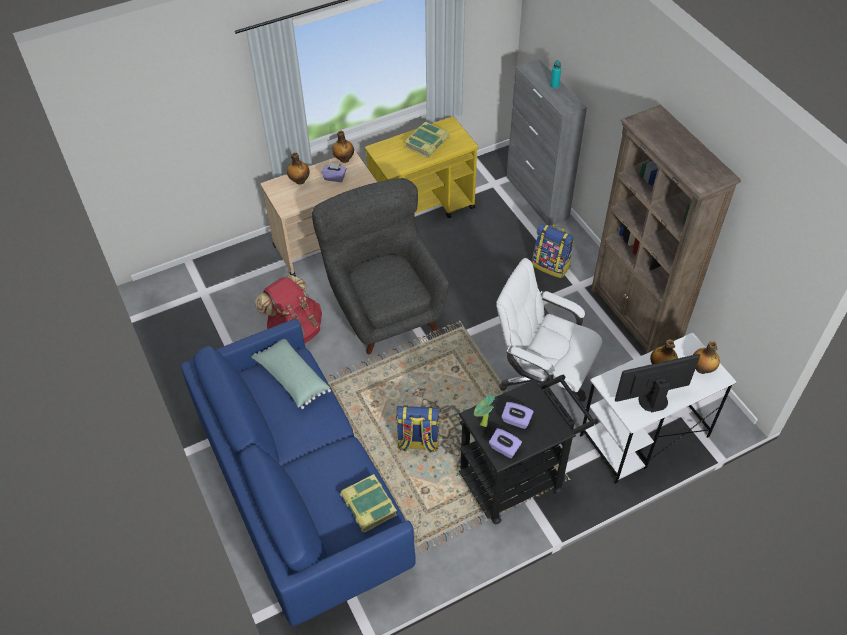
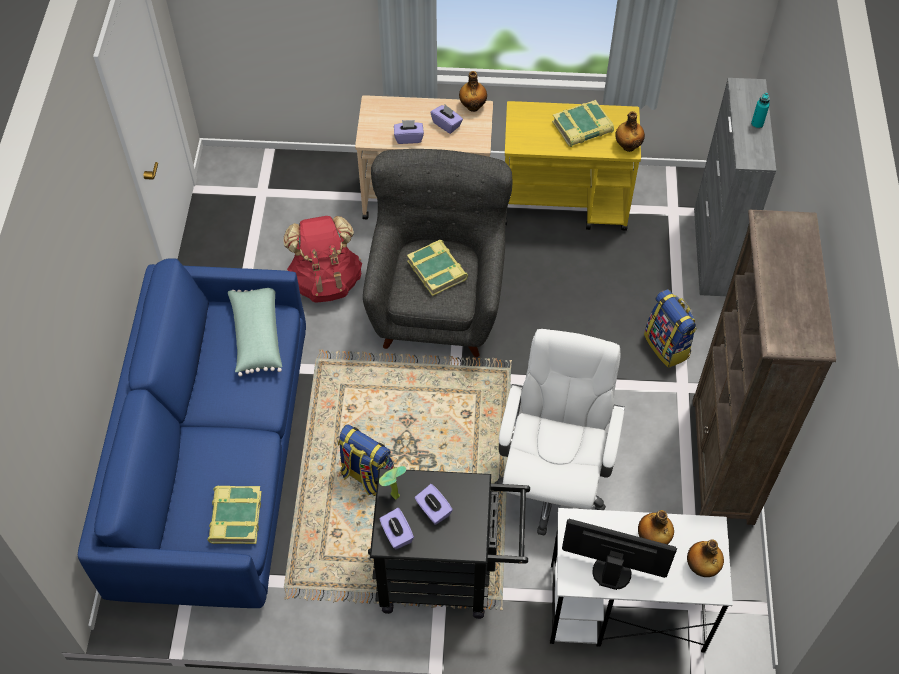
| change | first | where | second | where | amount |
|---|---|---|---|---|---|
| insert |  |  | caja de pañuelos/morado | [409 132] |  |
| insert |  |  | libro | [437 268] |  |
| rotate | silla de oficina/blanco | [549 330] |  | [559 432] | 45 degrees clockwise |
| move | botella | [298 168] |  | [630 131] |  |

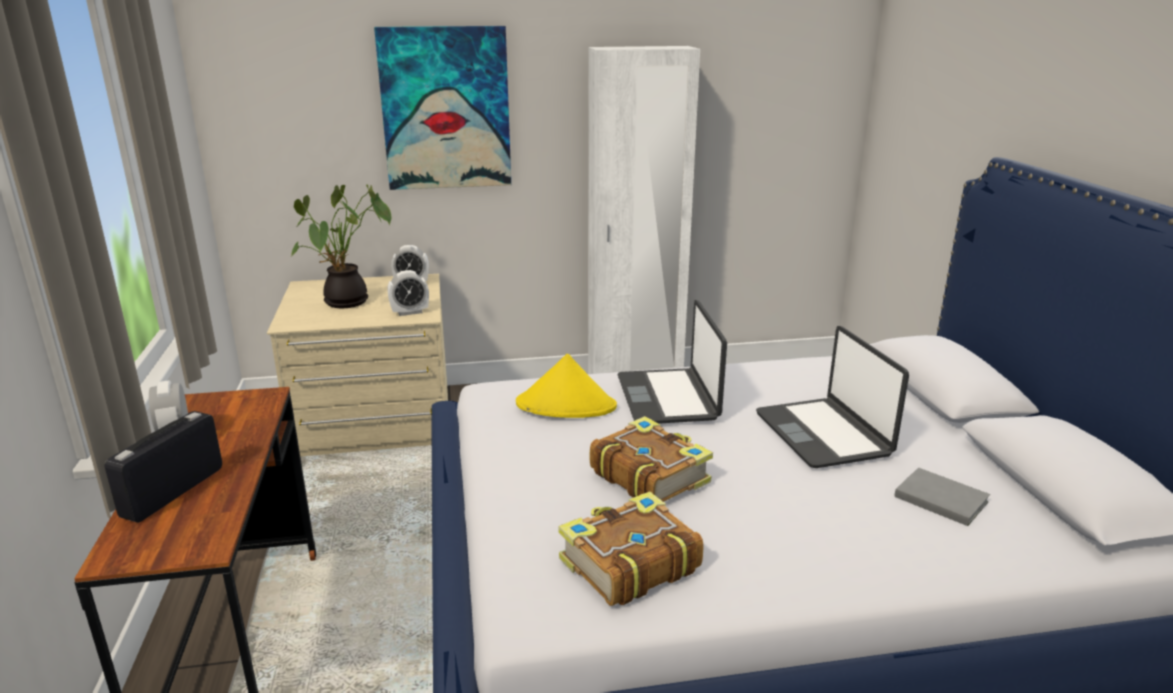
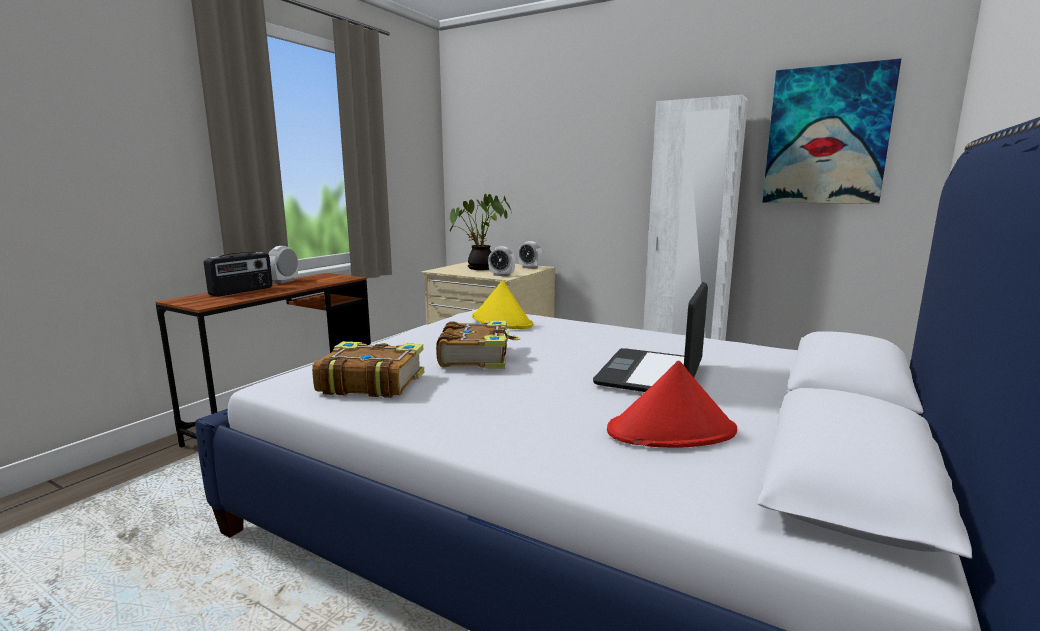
| change | first | where | second | where | amount |
|---|---|---|---|---|---|
| rotate | radio | [163 467] |  | [238 274] | 150 degrees clockwise |
| replace | libro/gris | [942 496] | sombrero/rojo | [672 404] |  |
| move | cuadro | [442 108] |  | [832 131] |  |
| delete | portátil | [672 362] |  |  |  |

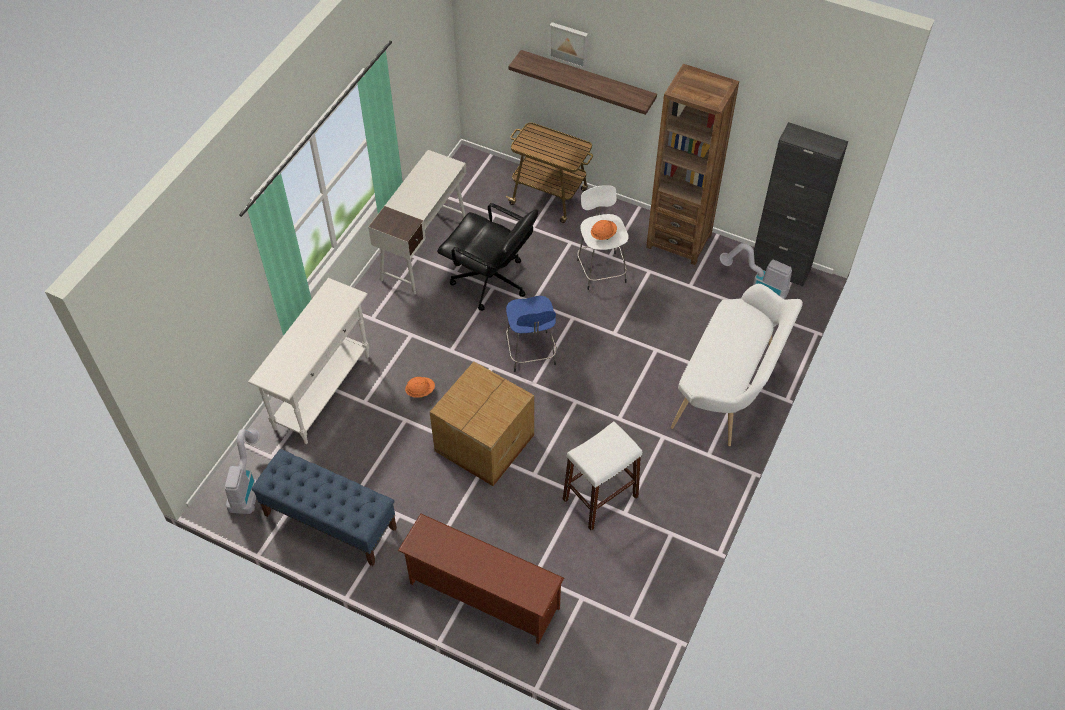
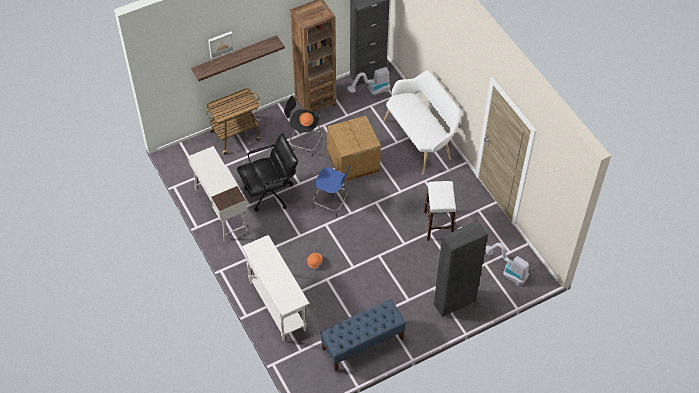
| change | first | where | second | where | amount |
|---|---|---|---|---|---|
| recolor | taburete/blanco | [602 237] | taburete/negro | [303 126] |  |
| move | caja de cartón | [482 424] |  | [354 148] |  |
| replace | zapatero/marrón | [481 579] | armario/negro | [461 268] |  |
| move | aspiradora | [242 471] |  | [507 264] |  |

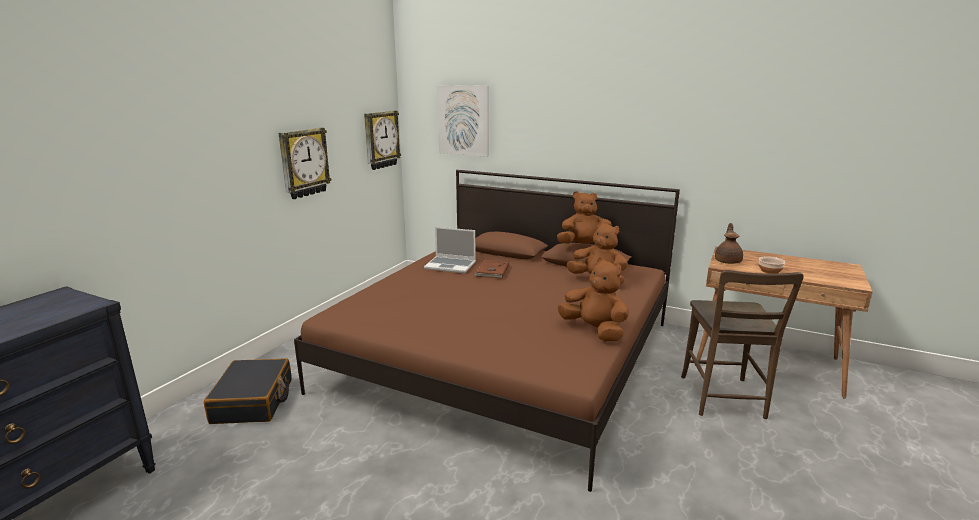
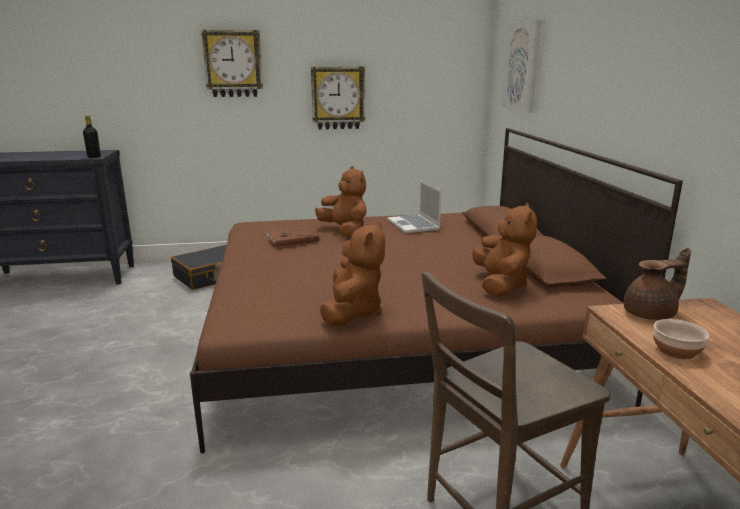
| change | first | where | second | where | amount |
|---|---|---|---|---|---|
| insert |  |  | botella/negro | [92 137] |  |
| move | reloj de pared | [382 140] |  | [232 63] |  |
| move | libro/marrón | [491 269] |  | [293 237] |  |
| move | peluche/marrón | [584 217] |  | [341 201] |  |

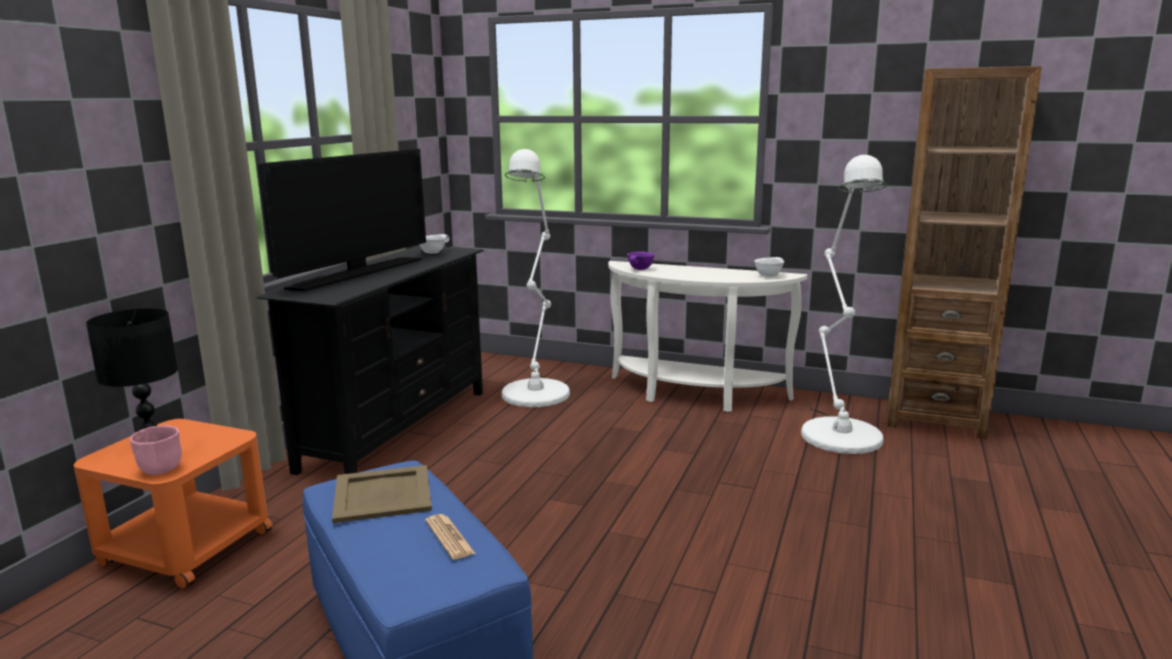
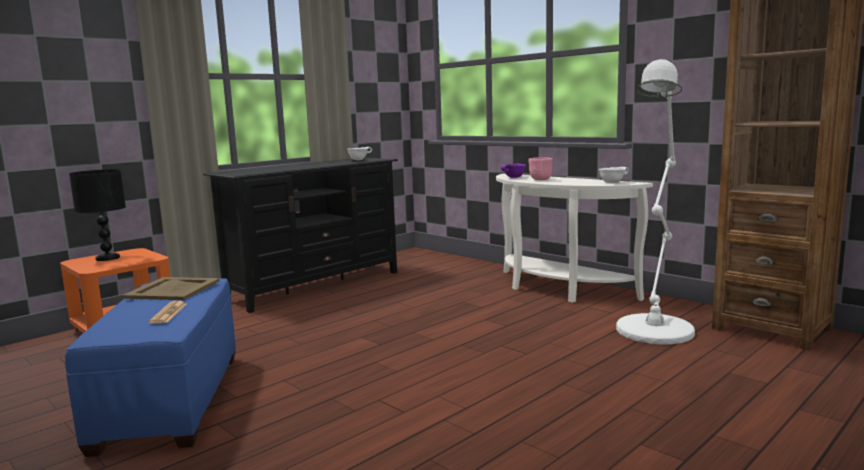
| change | first | where | second | where | amount |
|---|---|---|---|---|---|
| move | cuenco/rosa | [156 450] |  | [541 168] |  |
| delete | televisor | [342 220] |  |  |  |
| delete | lámpara de pie/blanco | [536 278] |  |  |  |

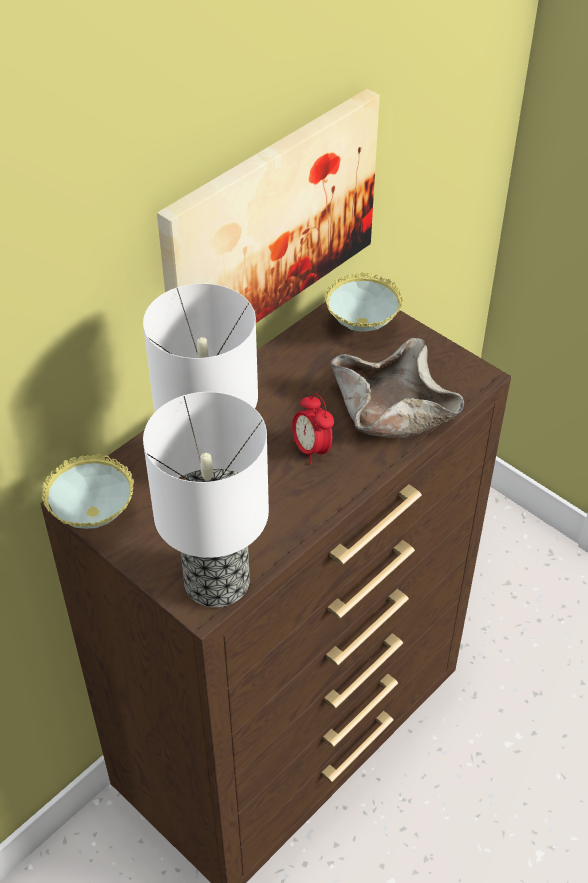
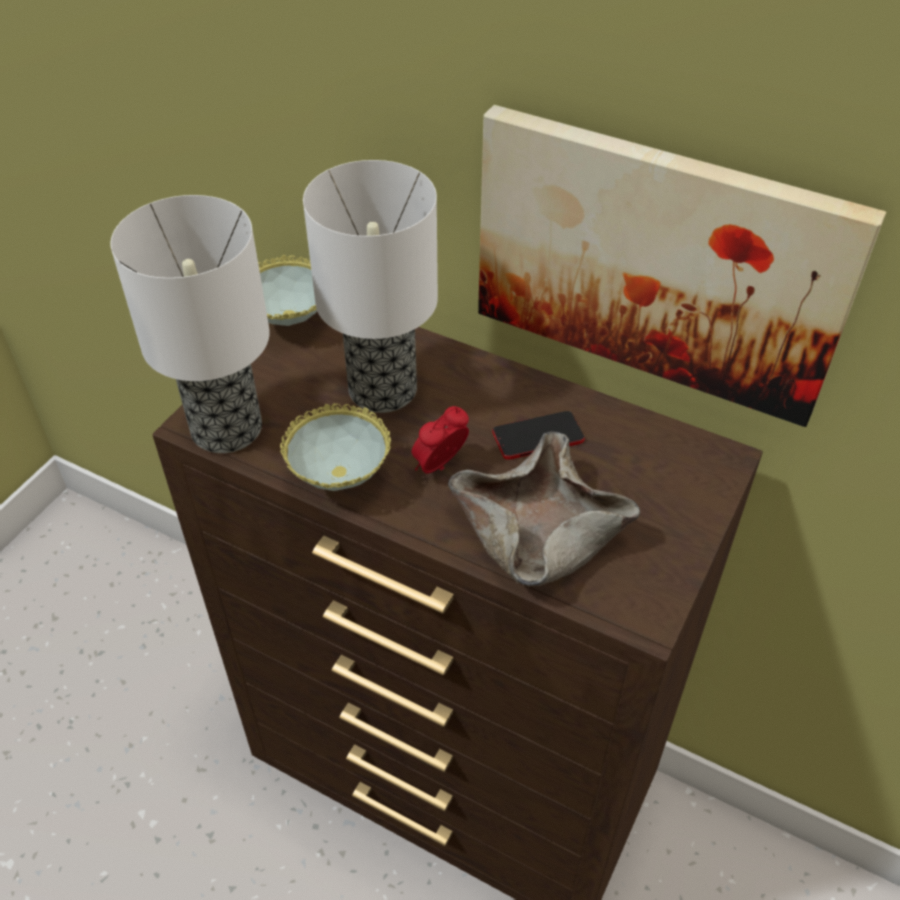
| change | first | where | second | where | amount |
|---|---|---|---|---|---|
| move | cuenco | [364 302] |  | [335 447] |  |
| insert |  |  | móvil | [538 435] |  |

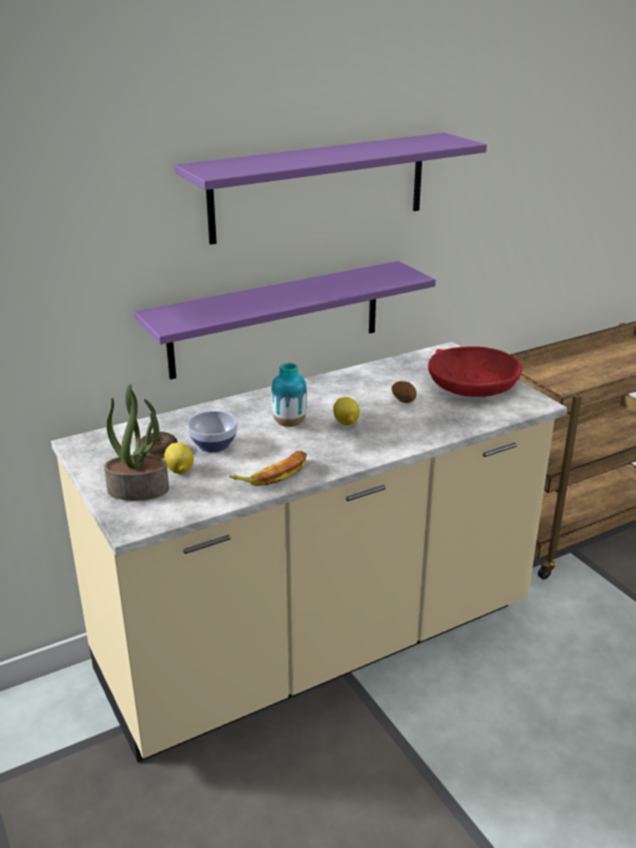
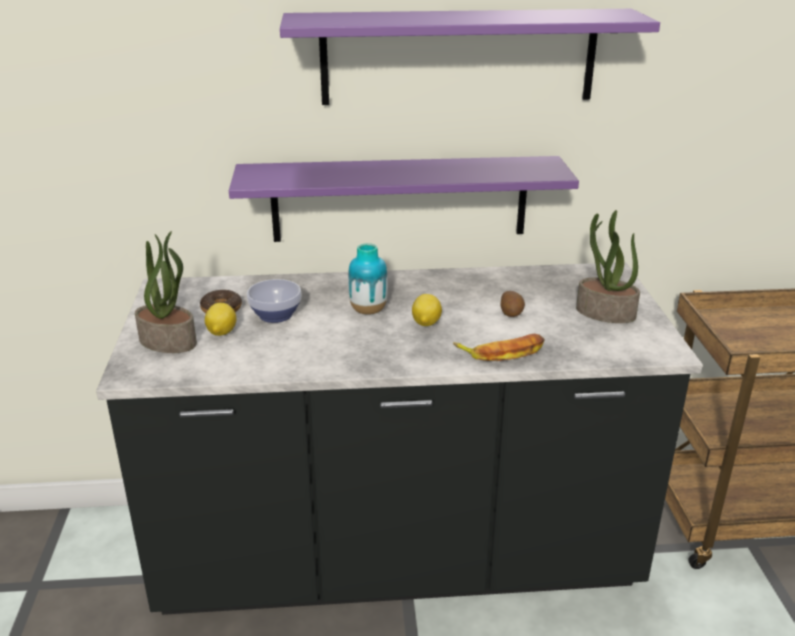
| change | first | where | second | where | amount |
|---|---|---|---|---|---|
| recolor | mueble bajo de cocina/beis | [309 552] | mueble bajo de cocina/negro | [399 438] |  |
| move | plátano | [268 468] |  | [499 347] |  |
| replace | cuenco/rojo | [475 371] | planta en maceta | [608 266] |  |

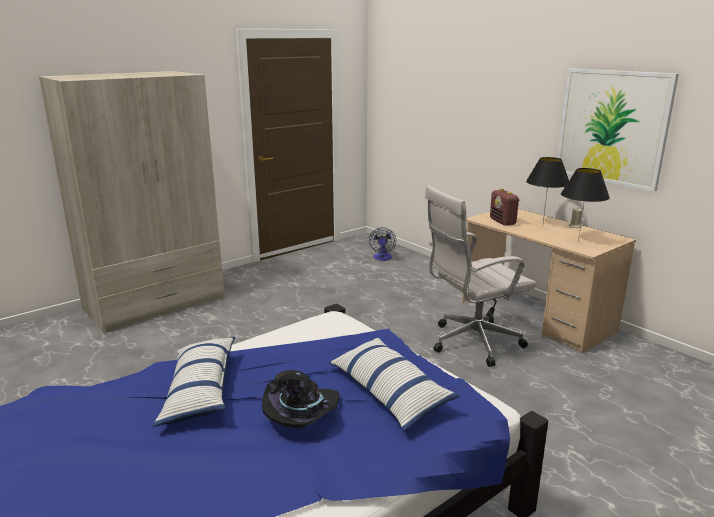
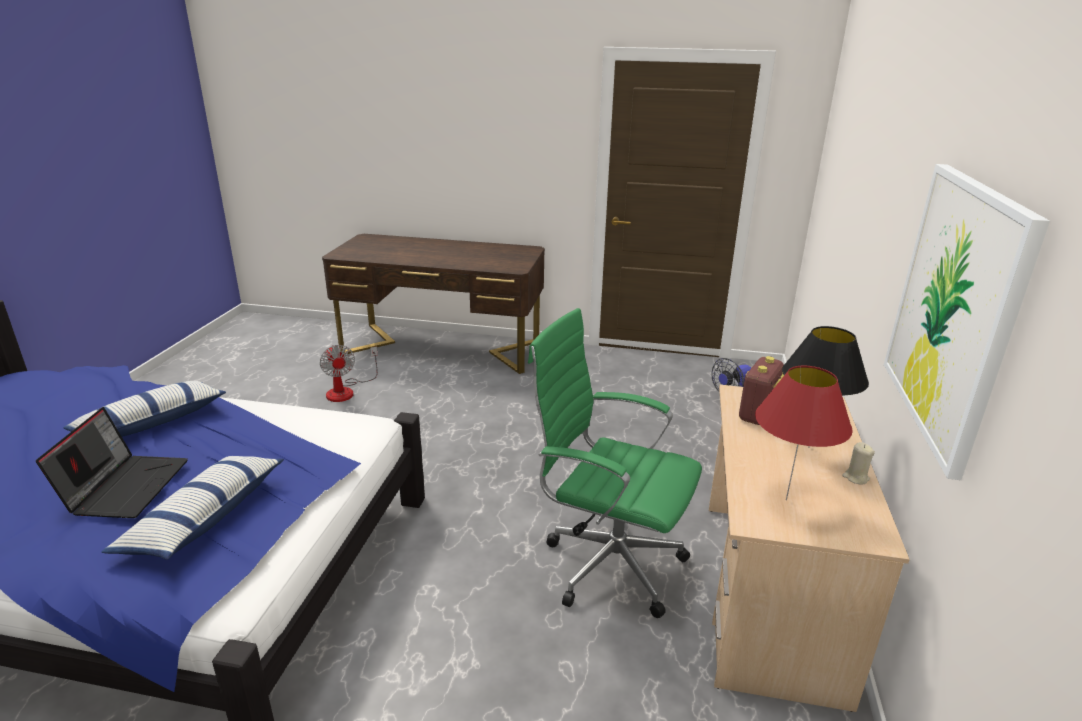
| change | first | where | second | where | amount |
|---|---|---|---|---|---|
| replace | sombrero/negro | [301 399] | portátil | [112 462] |  |
| insert |  |  | ventilador | [349 373] |  |
| replace | armario ropero/beis | [131 202] | escritorio/marrón | [433 304] |  |
| recolor | silla de oficina/blanco | [481 276] | silla de oficina/verde | [615 463] |  |
| recolor | lámpara de mesa/negro | [585 204] | lámpara de mesa/rojo | [804 433] |  |

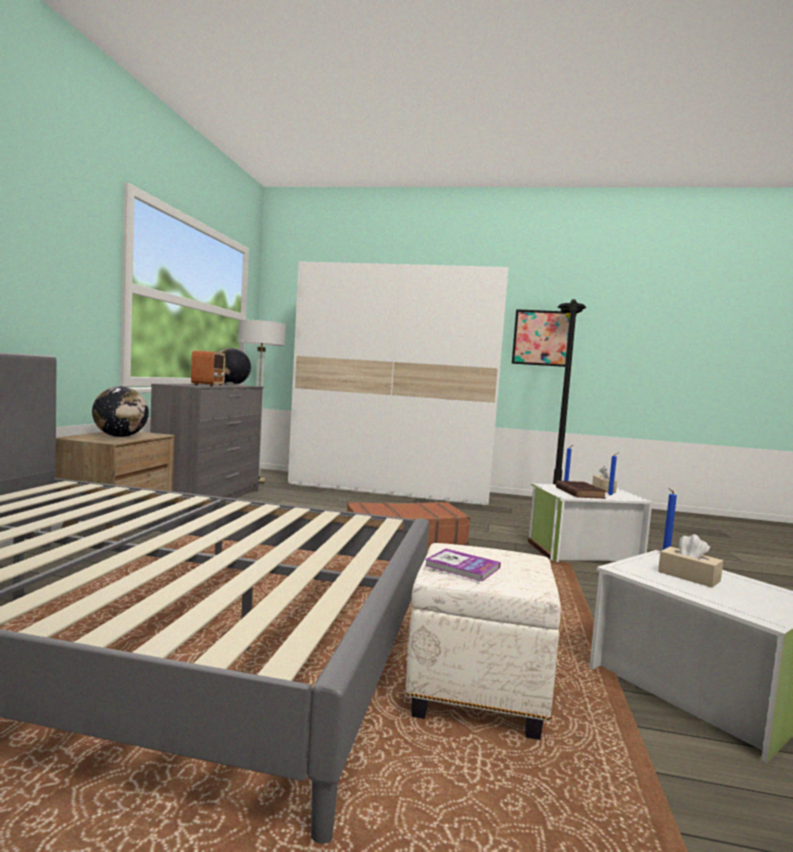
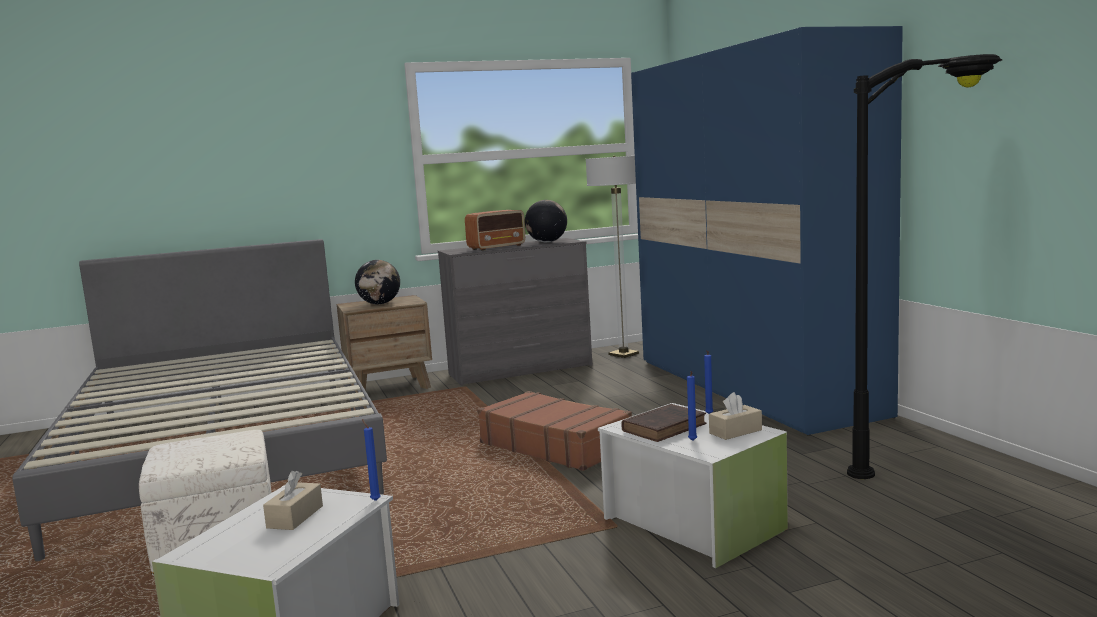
| change | first | where | second | where | amount |
|---|---|---|---|---|---|
| recolor | armario ropero/blanco | [398 383] | armario ropero/azul | [767 231] |  |
| delete | libro | [463 565] |  |  |  |
| delete | cuadro | [541 338] |  |  |  |

